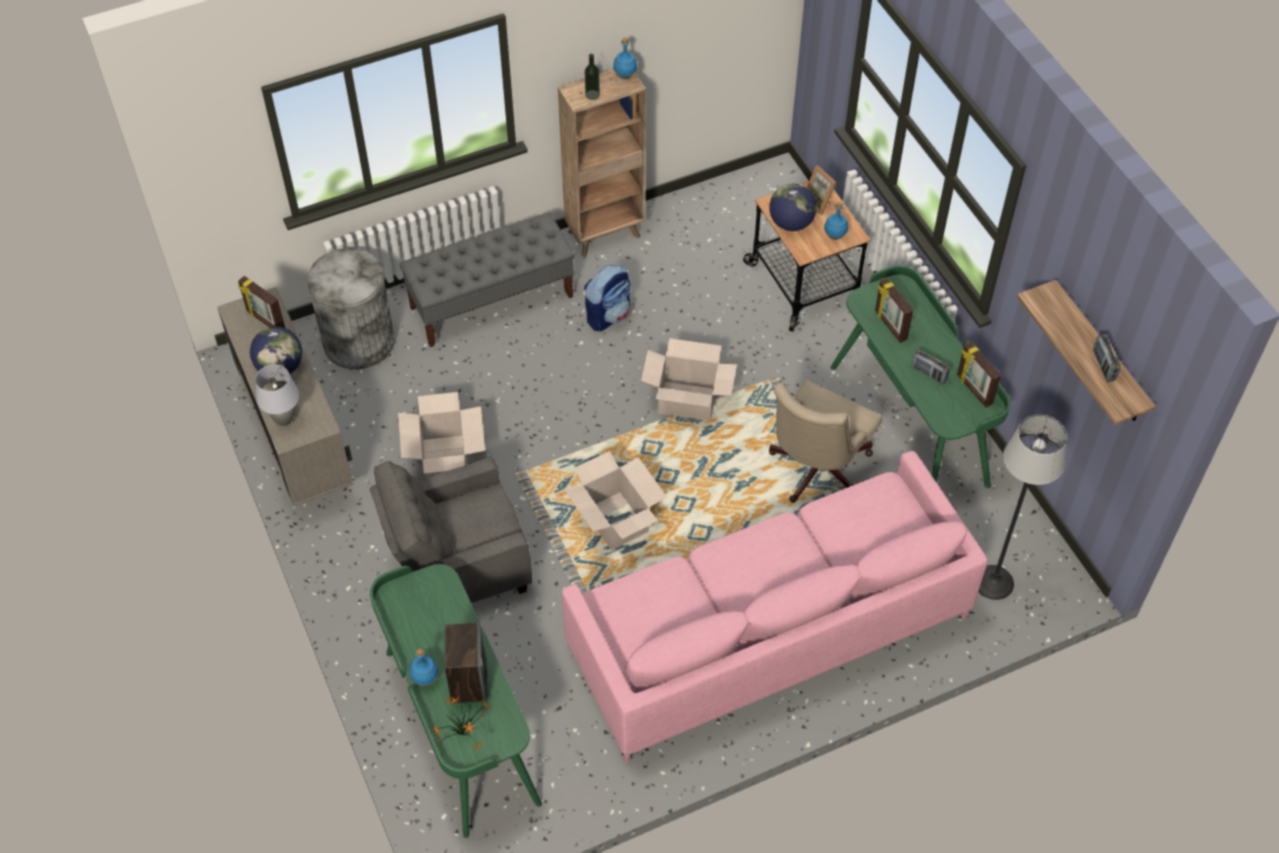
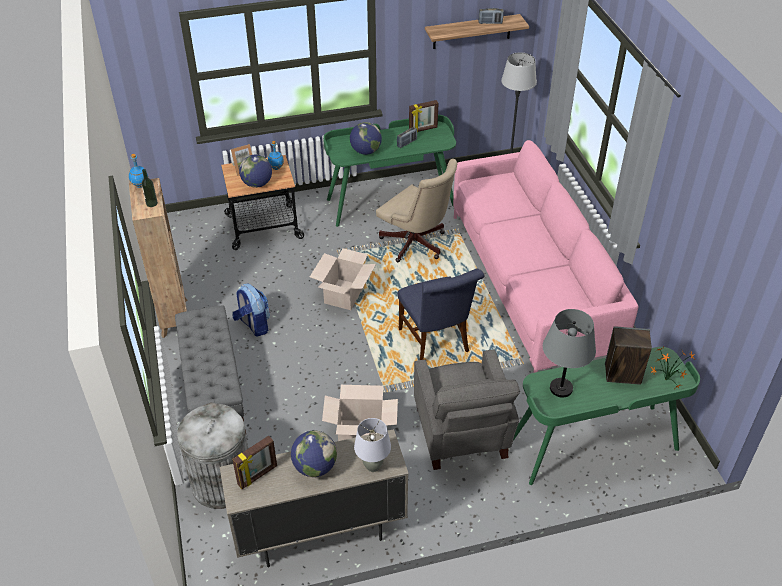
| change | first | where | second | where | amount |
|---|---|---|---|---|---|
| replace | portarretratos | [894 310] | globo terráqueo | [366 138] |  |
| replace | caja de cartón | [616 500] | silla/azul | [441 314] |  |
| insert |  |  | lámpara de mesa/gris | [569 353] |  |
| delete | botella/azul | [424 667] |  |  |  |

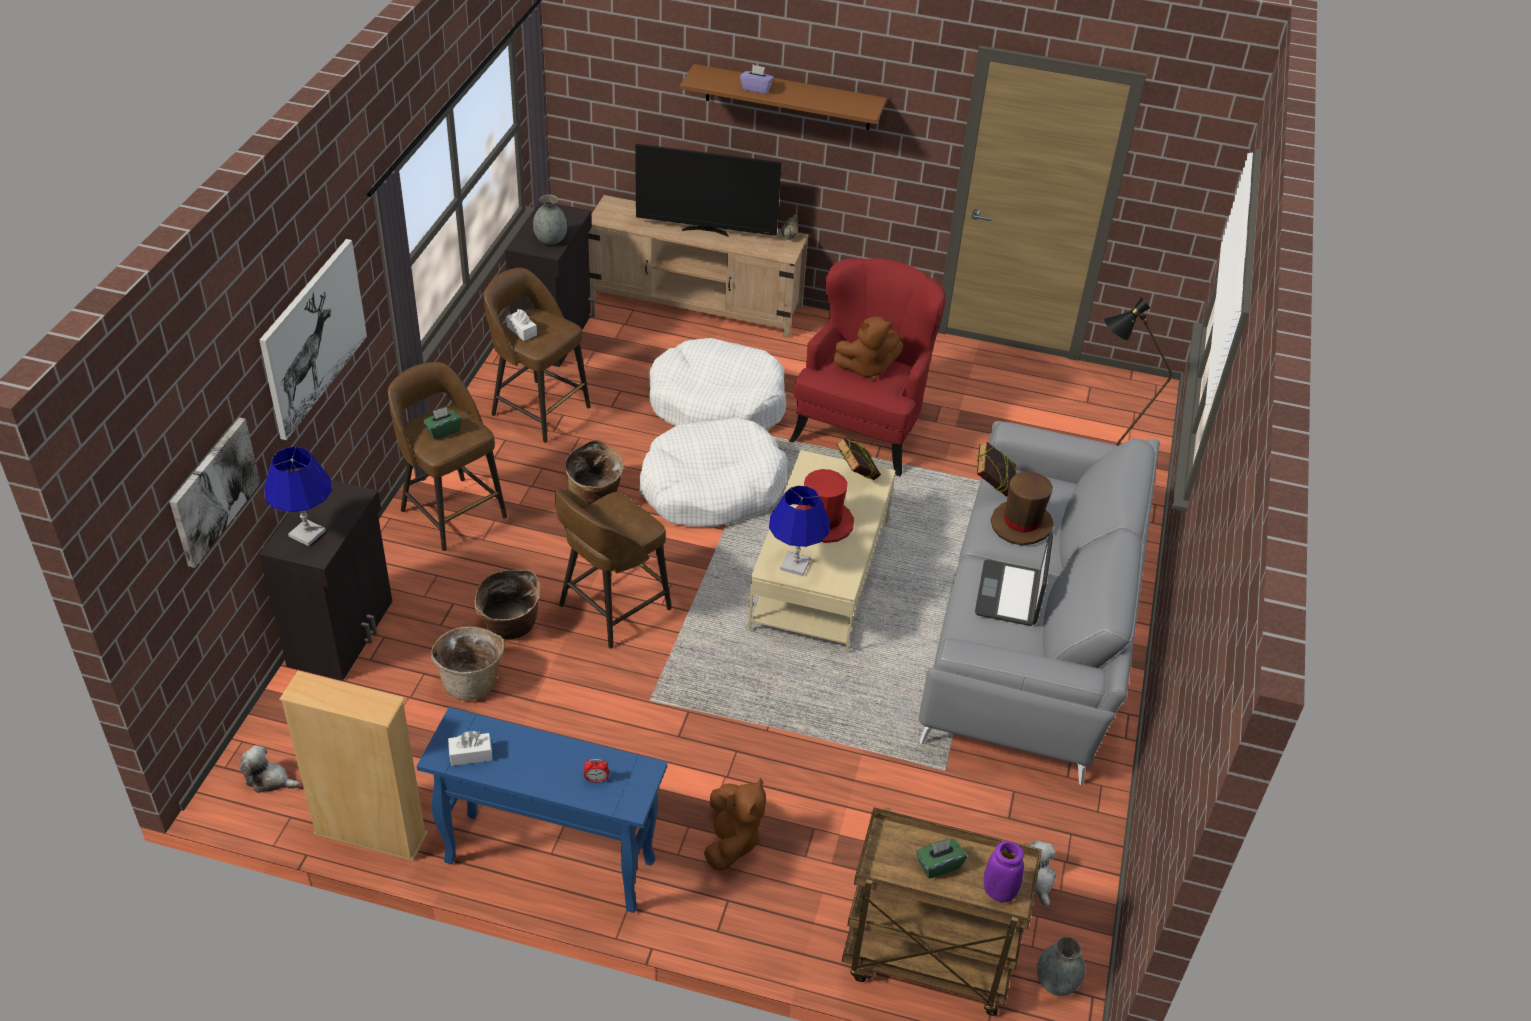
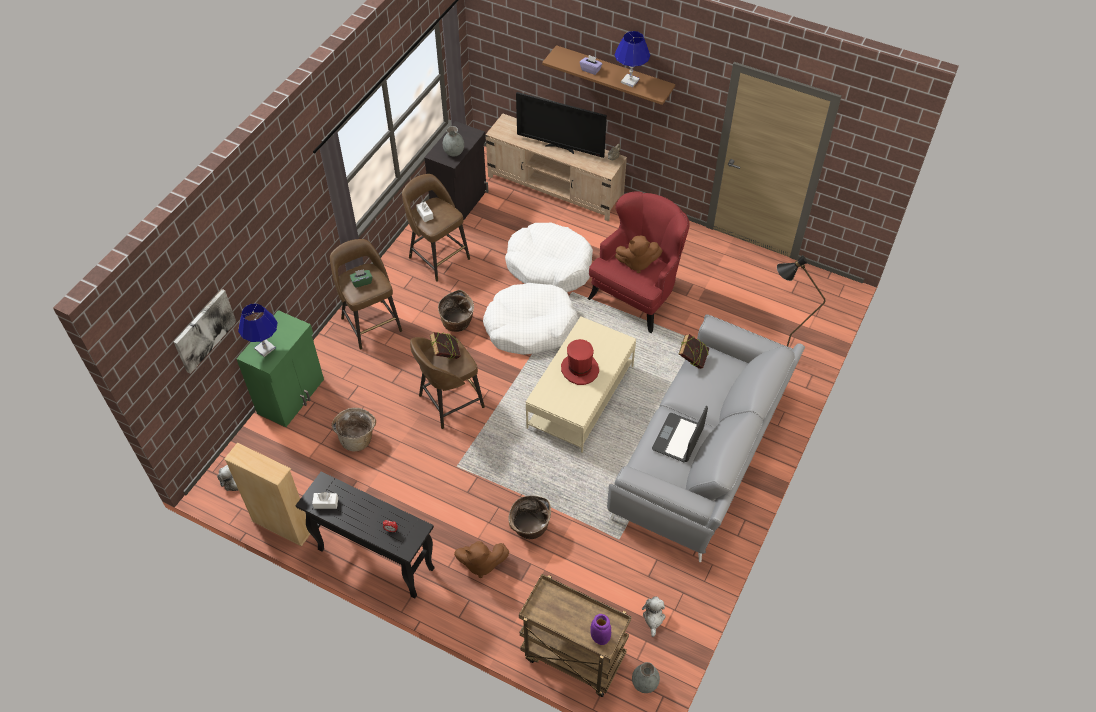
| change | first | where | second | where | amount |
|---|---|---|---|---|---|
| recolor | armario/negro | [325 580] | armario/verde | [280 368] |  |
| recolor | mesa consola/azul | [542 810] | mesa consola/negro | [365 535] |  |
| move | libro | [858 459] |  | [445 345] |  |
| rotate | peluche/marrón | [735 824] |  | [481 559] | 75 degrees clockwise |
| move | cesta | [507 604] |  | [529 517] |  |
| move | lámpara de mesa/azul | [799 531] |  | [632 59] |  |
| delete | cuadro | [313 339] |  |  |  |
| delete | caja de pañuelos/verde | [941 859] |  |  |  |
| delete | sombrero/marrón | [1022 508] |  |  |  |

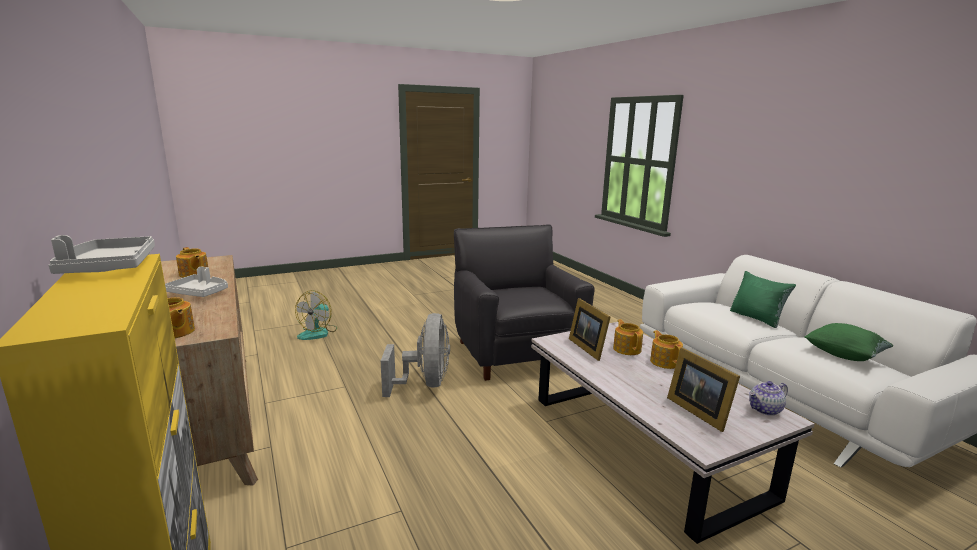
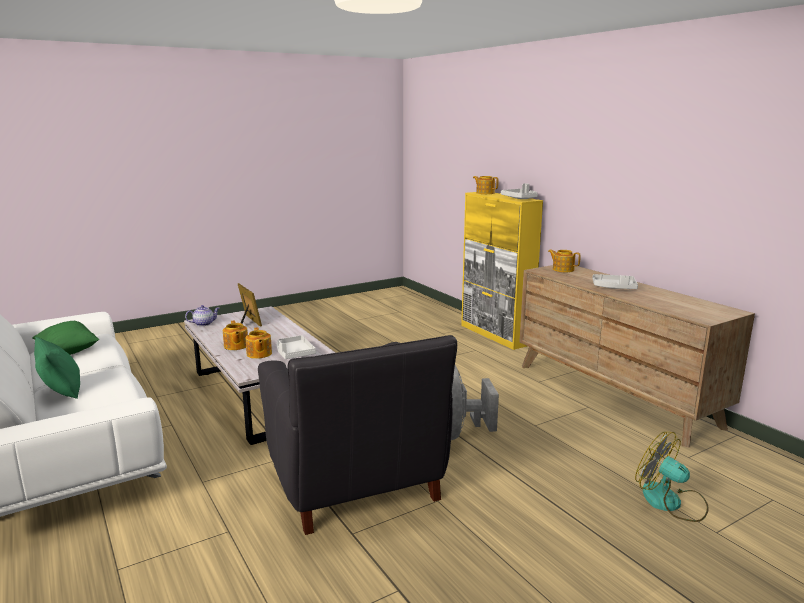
| change | first | where | second | where | amount |
|---|---|---|---|---|---|
| replace | portarretratos | [590 329] | bandeja/gris | [296 347] |  |
| move | tetera | [192 262] |  | [485 185] |  |
| rotate | ventilador | [316 315] |  | [672 476] | 60 degrees counterclockwise |

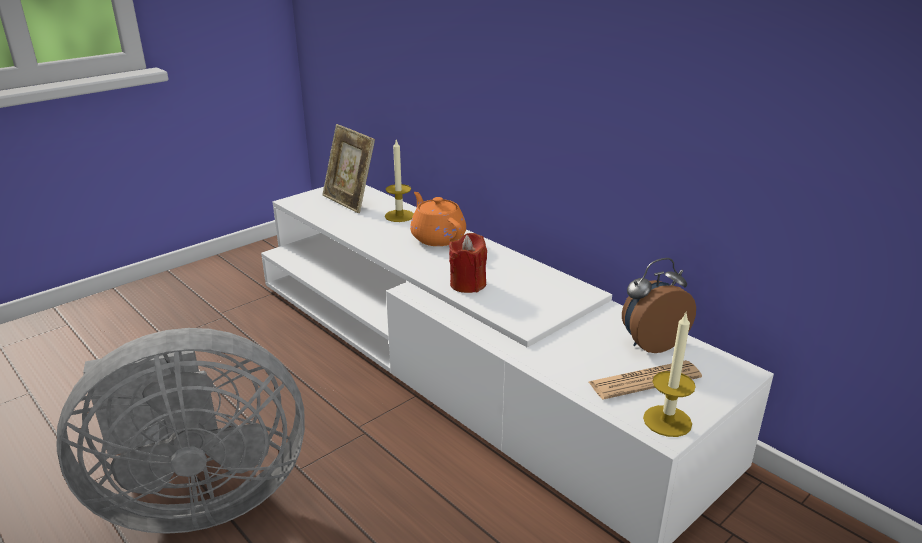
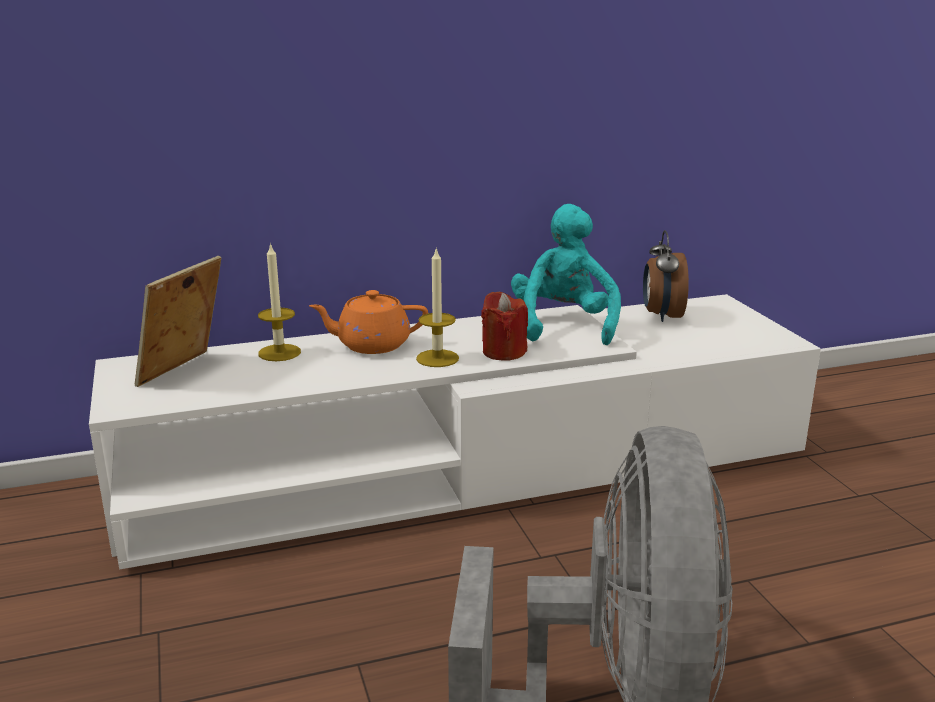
| change | first | where | second | where | amount |
|---|---|---|---|---|---|
| rotate | portarretratos | [348 168] |  | [178 321] | 135 degrees clockwise |
| move | vela | [669 374] |  | [437 307] |  |
| insert |  |  | peluche/turquesa | [566 274] |  |
| delete | periódico | [645 379] |  |  |  |

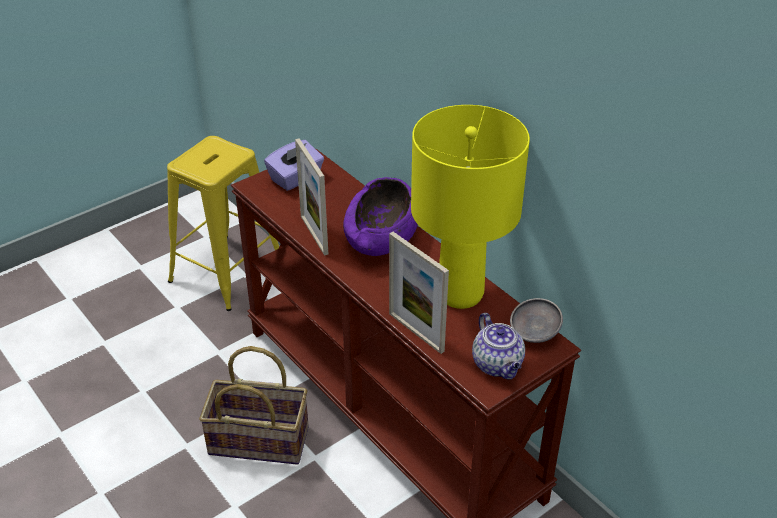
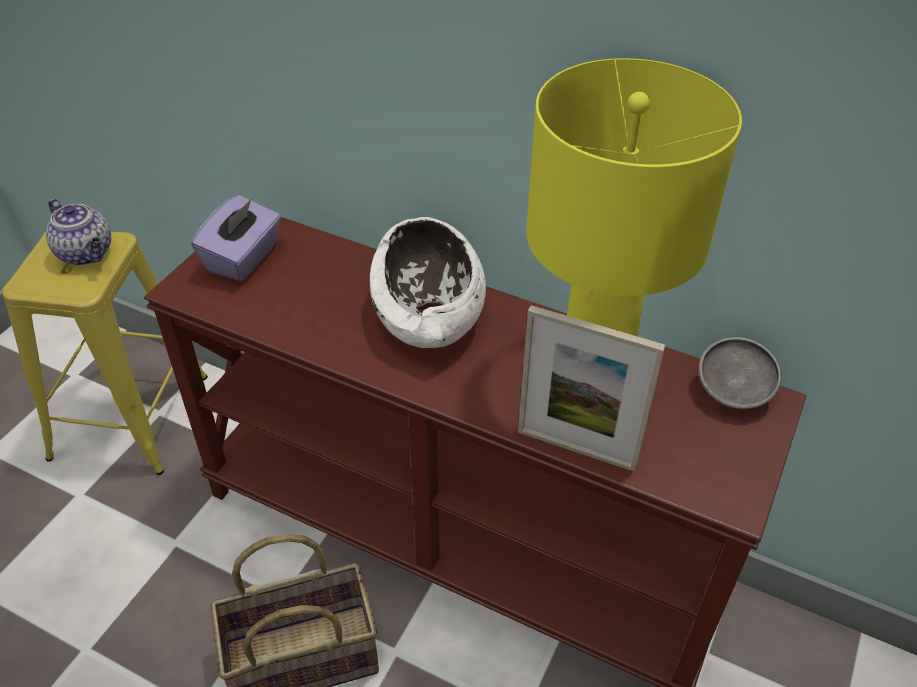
| change | first | where | second | where | amount |
|---|---|---|---|---|---|
| move | tetera | [498 346] |  | [78 232] |  |
| recolor | cuenco/morado | [380 216] | cuenco/blanco | [428 282] |  |
| delete | portarretratos | [311 196] |  |  |  |

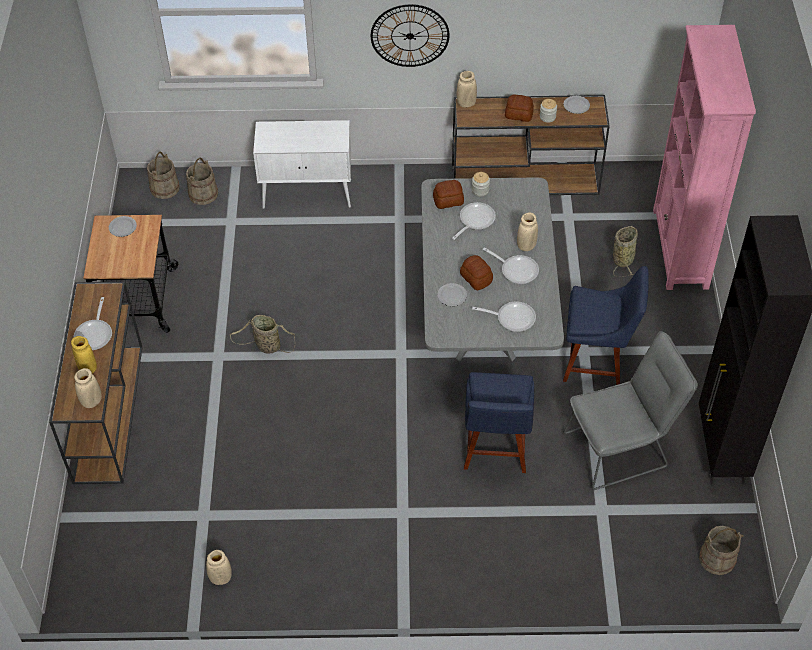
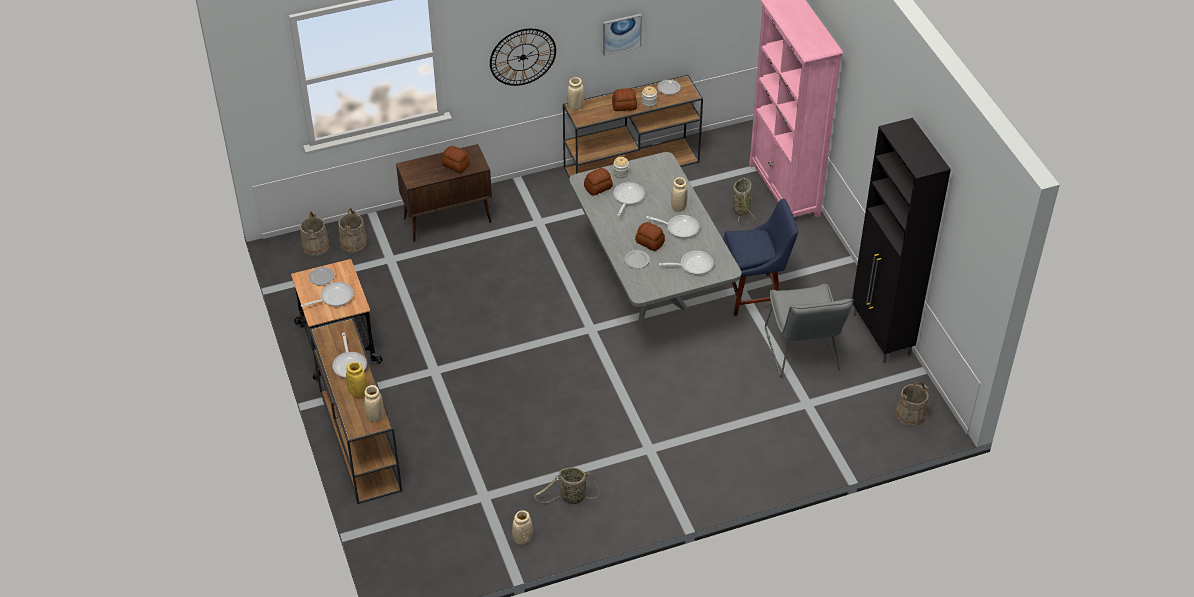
| change | first | where | second | where | amount |
|---|---|---|---|---|---|
| insert |  |  | sartén | [327 294] |  |
| recolor | armario/blanco | [302 164] | armario/marrón | [444 193] |  |
| insert |  |  | pan | [456 159] |  |
| move | cesta | [262 334] |  | [566 486] |  |
| insert |  |  | cuadro | [622 35] |  |
| rotate | silla/gris | [630 410] |  | [809 330] | 120 degrees clockwise |
| delete | silla/azul | [499 422] |  |  |  |

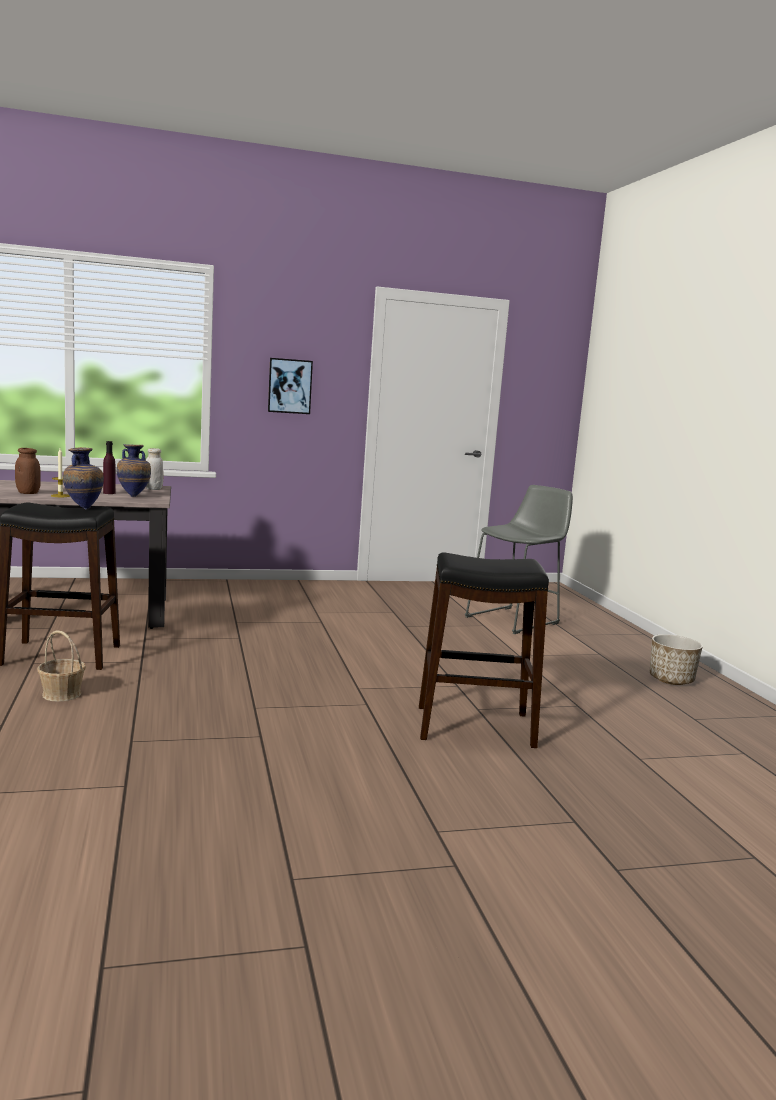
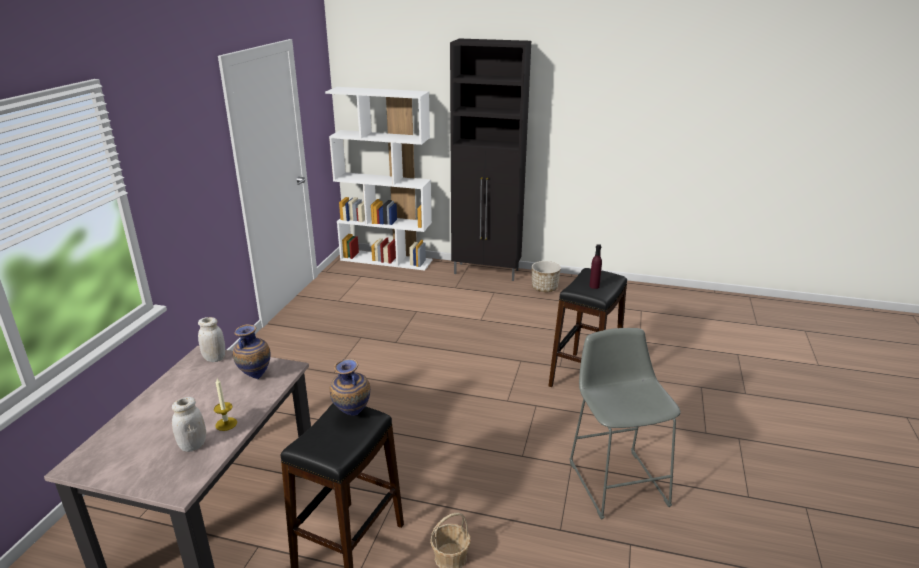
| change | first | where | second | where | amount |
|---|---|---|---|---|---|
| recolor | tarro/marrón | [28 471] | tarro/blanco | [189 424] |  |
| insert |  |  | estantería/blanco | [379 178] |  |
| insert |  |  | armario/negro | [490 160] |  |
| move | taburete/gris | [519 559] |  | [625 424] |  |
| move | botella/morado | [109 467] |  | [595 266] |  |
| delete | cuadro | [290 386] |  |  |  |

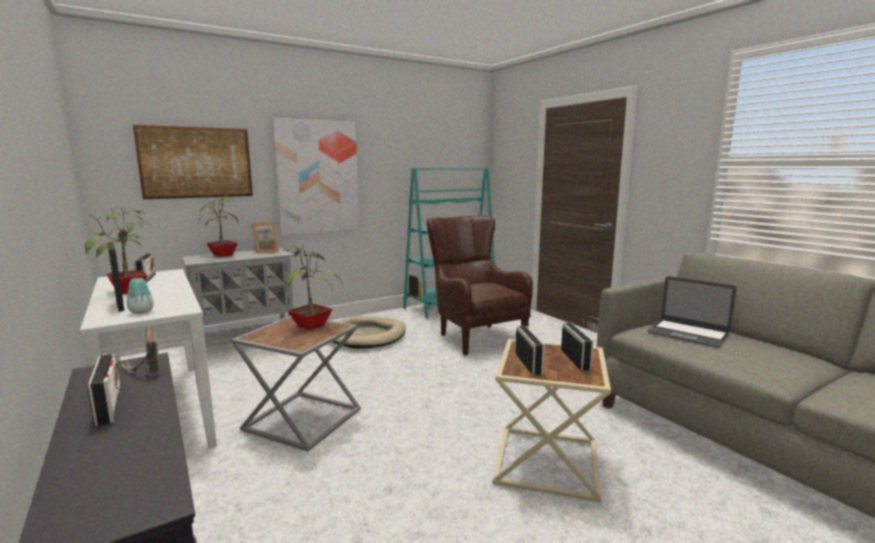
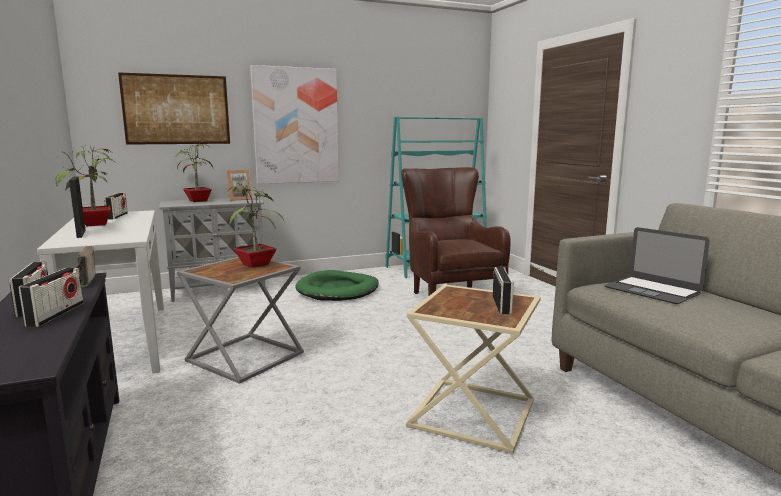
| change | first | where | second | where | amount |
|---|---|---|---|---|---|
| move | radio | [530 350] |  | [51 297] |  |
| recolor | cama para perro/beis | [369 332] | cama para perro/verde | [337 285] |  |
| delete | florero | [140 296] |  |  |  |

